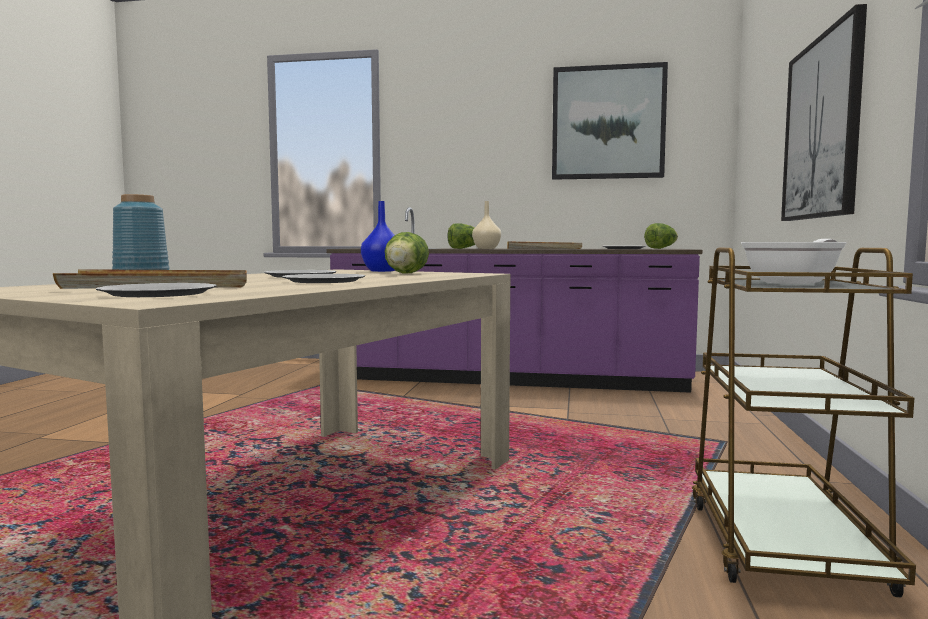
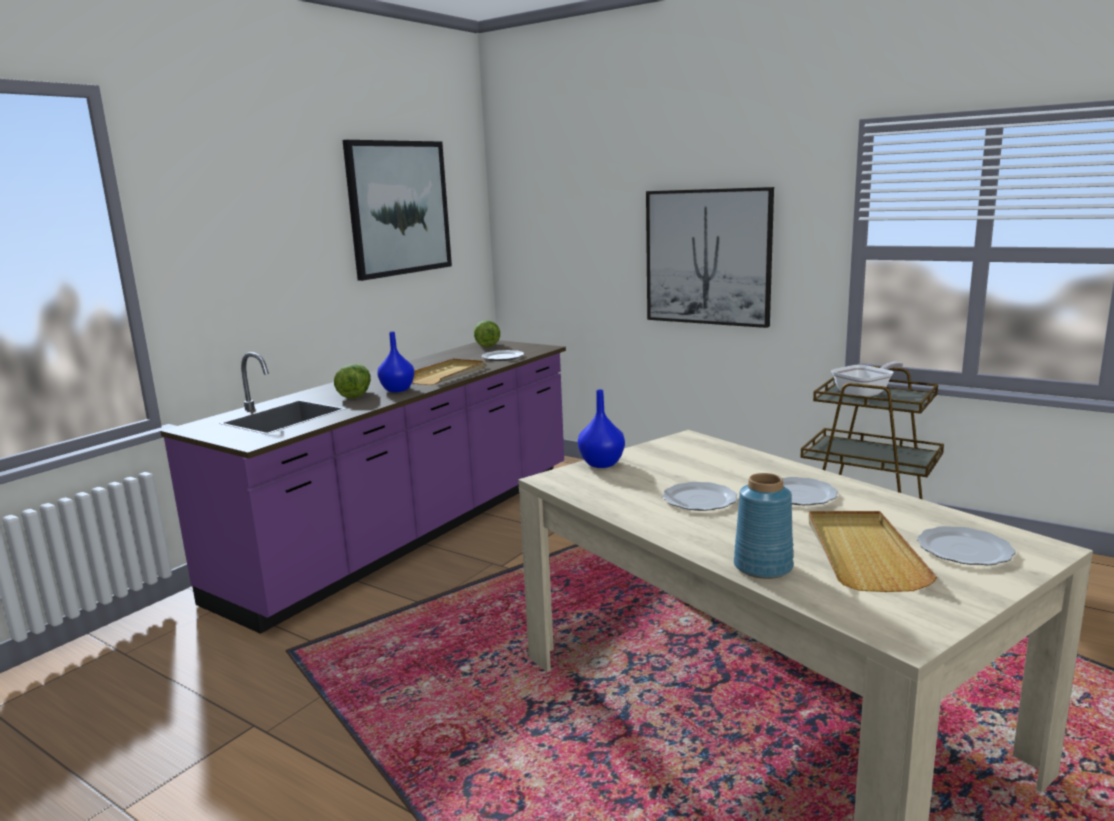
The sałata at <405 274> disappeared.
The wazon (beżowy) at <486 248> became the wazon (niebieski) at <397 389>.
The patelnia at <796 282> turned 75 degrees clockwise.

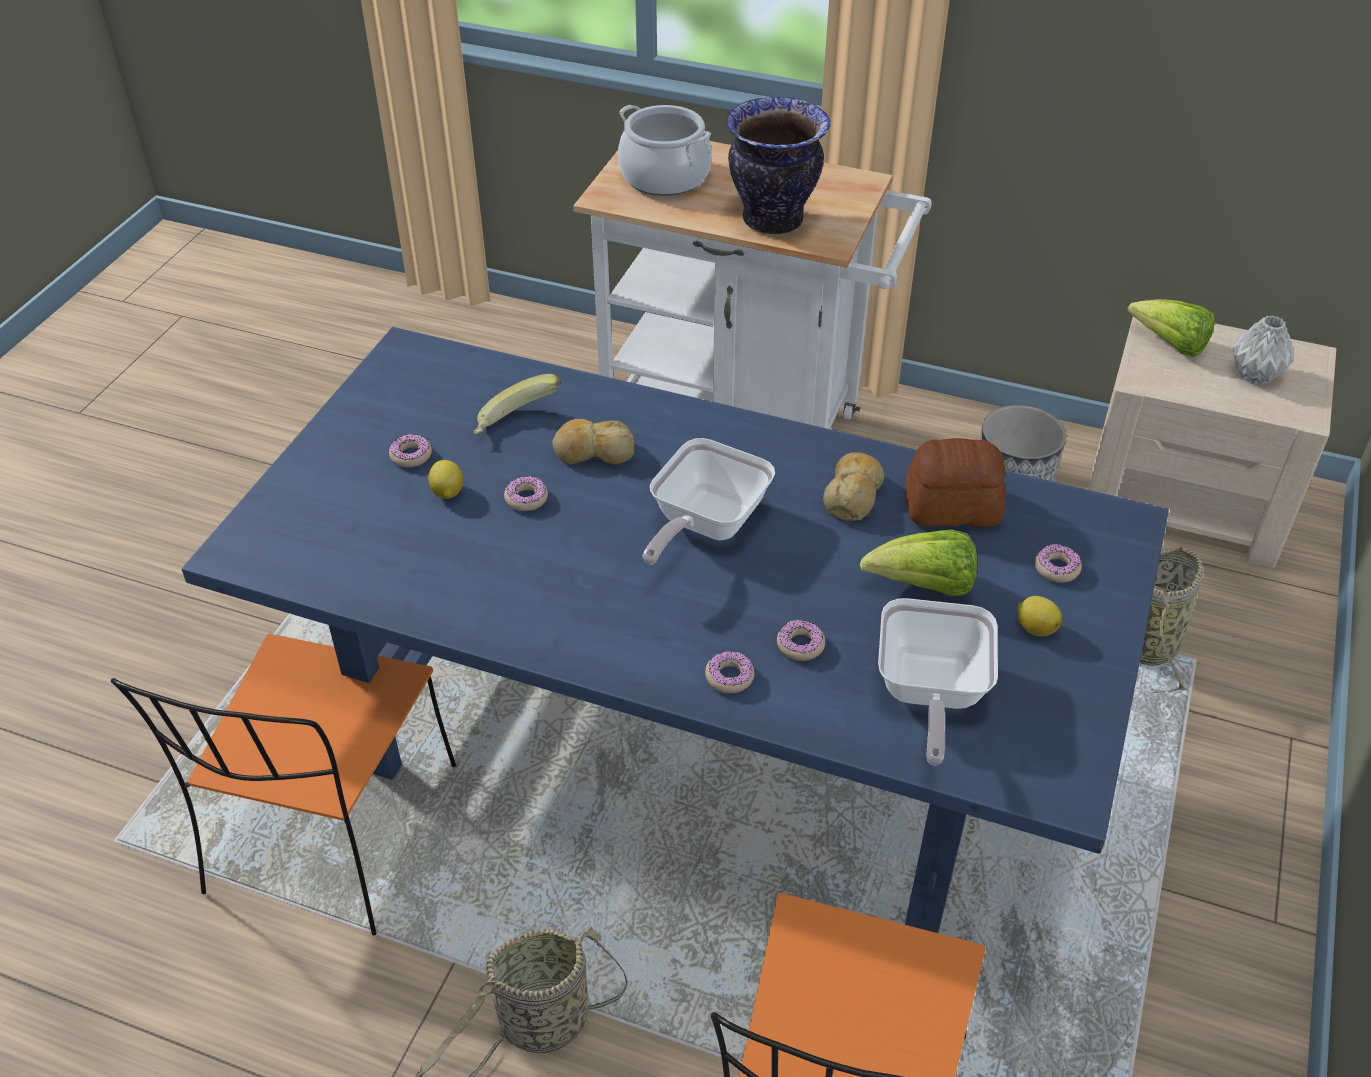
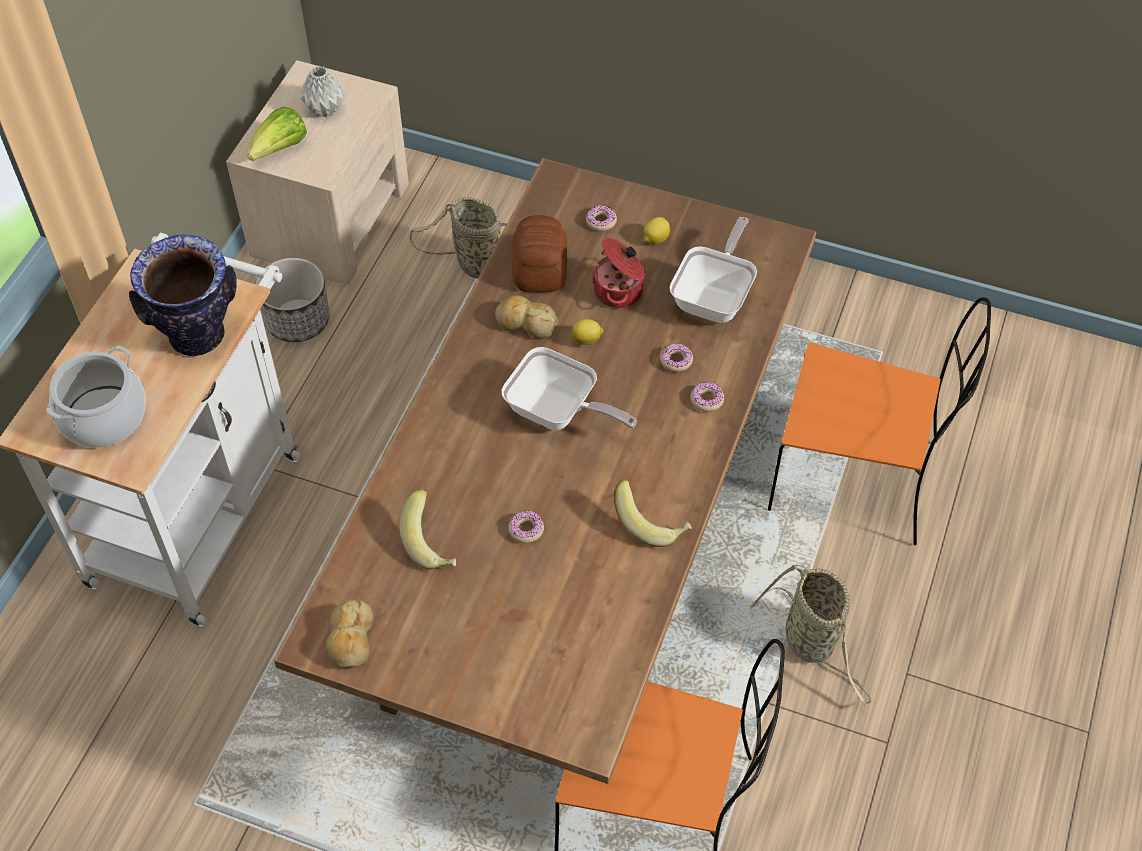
The donut at <411 455> disappeared.
The banan at <651 523> appeared.
The cytryna moved from <447 493> to <587 340>.
The chleb moved from <593 452> to <351 639>.
The sałata at <924 587> was replaced by the garnek at <620 291>.
The stół jadalny (niebieski) at <681 746> became the stół jadalny (brązowy) at <571 559>.
The patelnia at <929 694> turned 75 degrees counterclockwise.

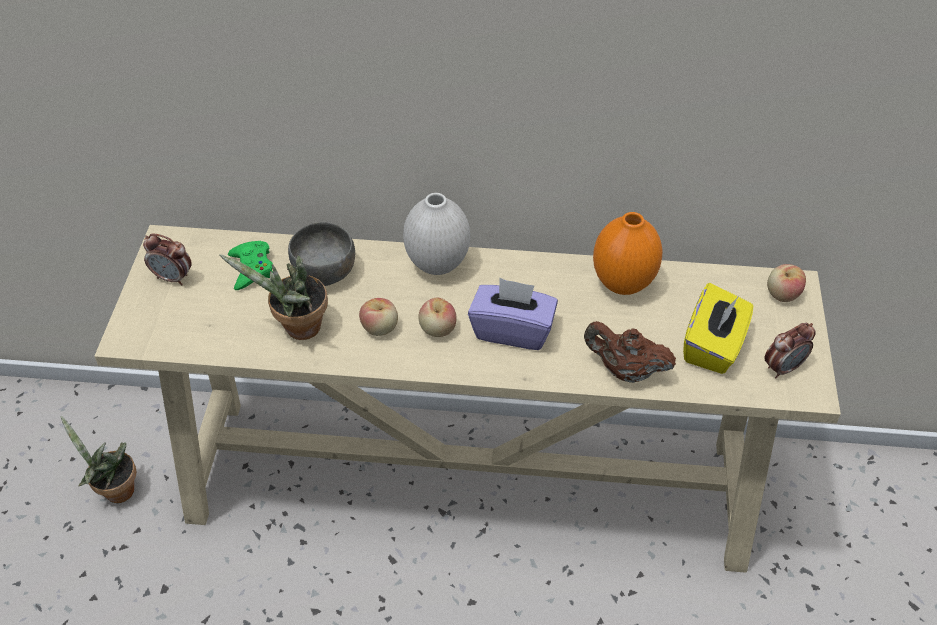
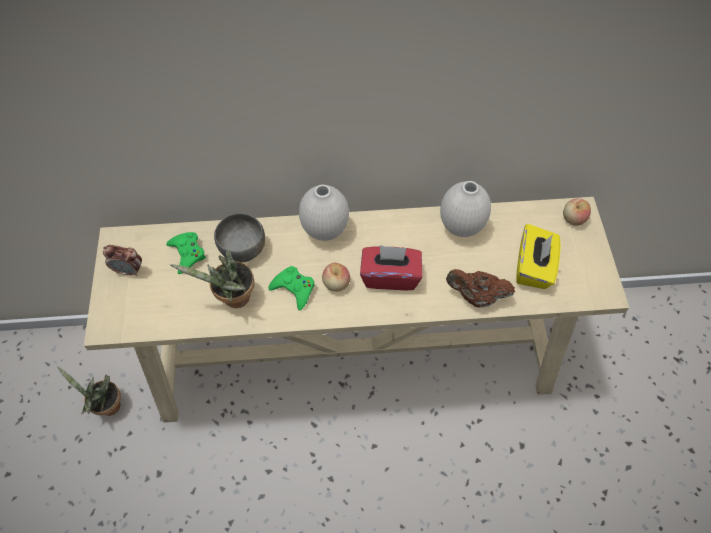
The budzik at <783 368> disappeared.
The jabłko at <380 328> was replaced by the pad do gier (zielony) at <294 289>.
The pudełko chusteczek (fioletowy) at <512 330> became the pudełko chusteczek (czerwony) at <390 276>.
The wazon (pomarańczowy) at <621 284> became the wazon (biały) at <460 227>.

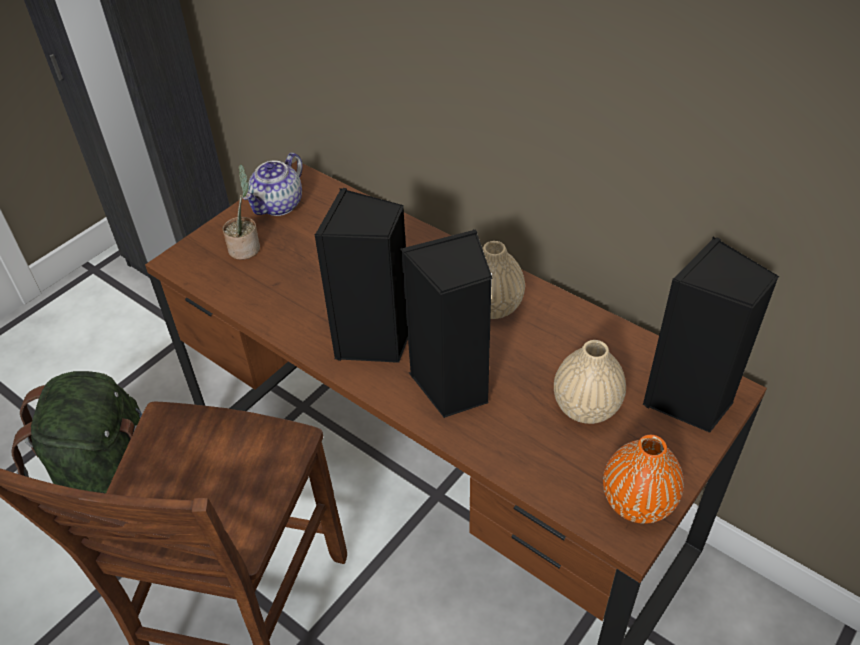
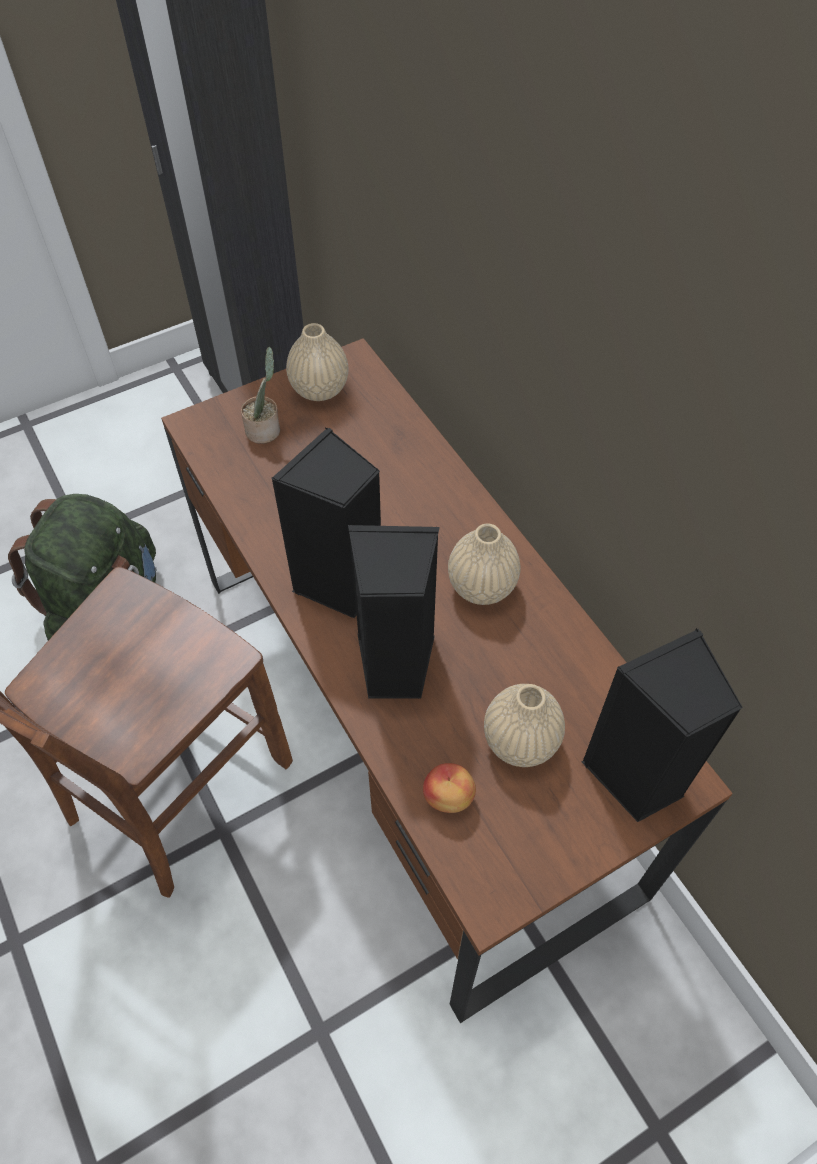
The wazon (pomarańczowy) at <637 502> disappeared.
The jabłko at <448 797> appeared.
The imbryk at <278 205> was replaced by the wazon (beżowy) at <319 389>.

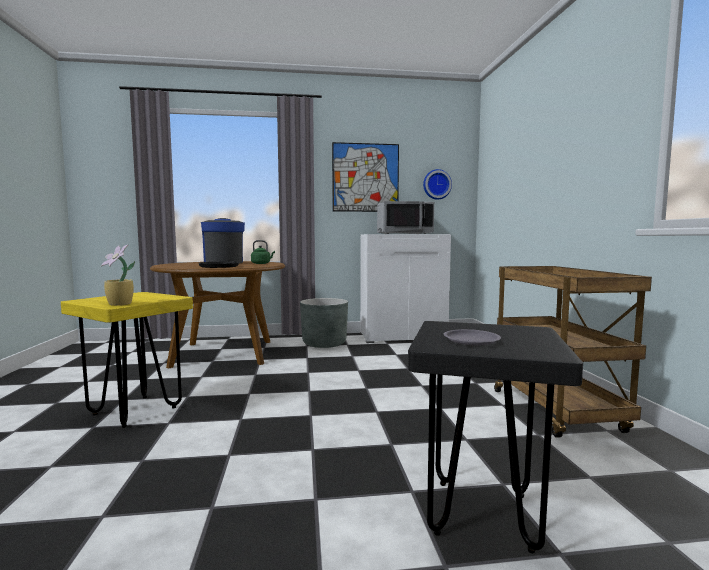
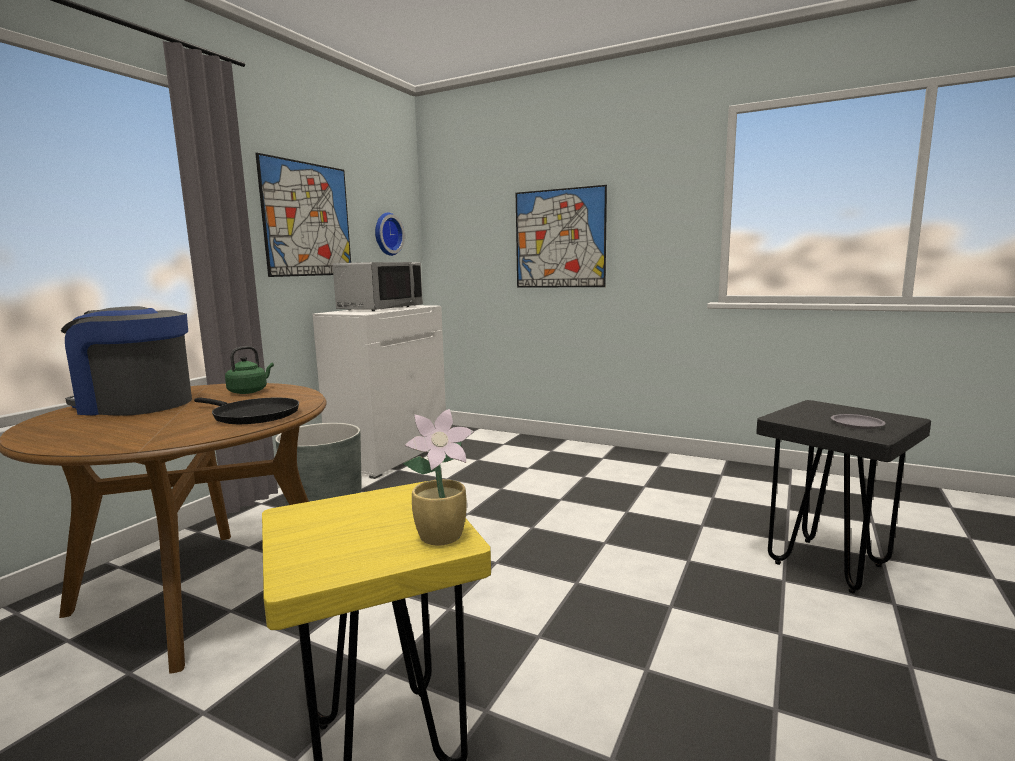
The wózek (brązowy) at <557 411> disappeared.
The obraz at <559 239> appeared.

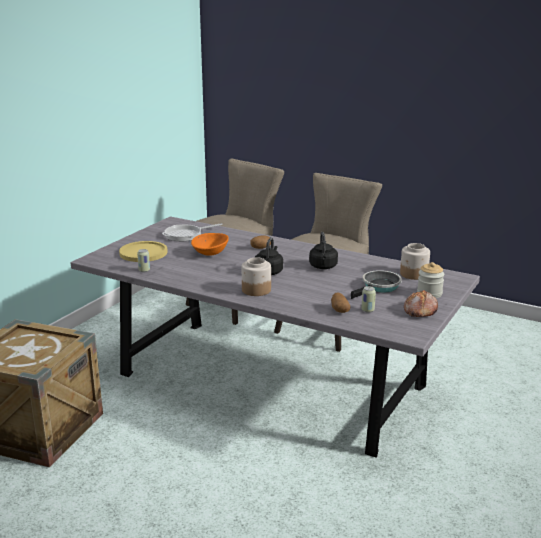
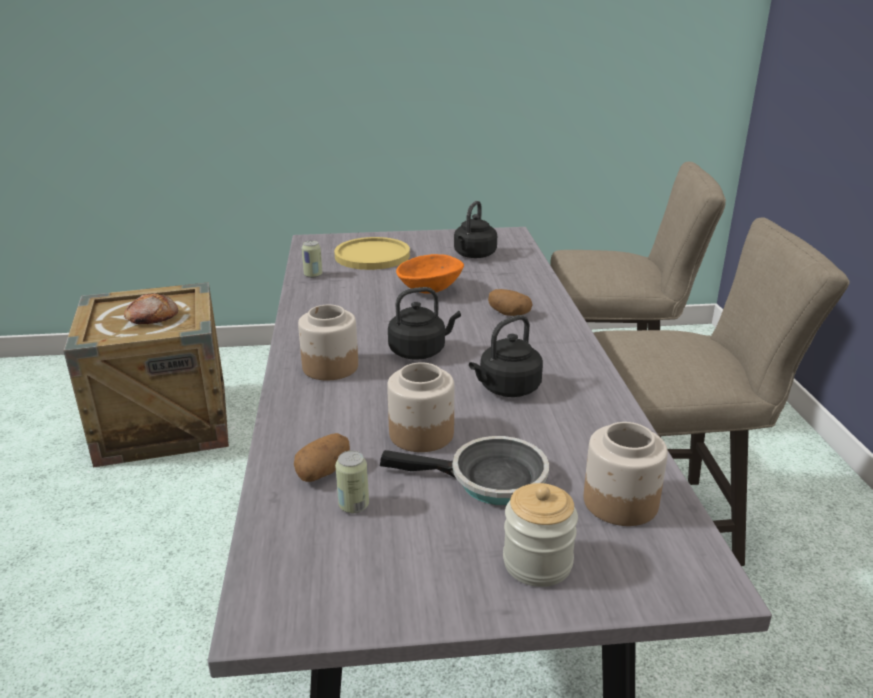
The słoik at <420 434> appeared.
The chleb moved from <419 311> to <152 318>.
The patelnia at <186 235> was replaced by the czajnik (czarny) at <474 255>.

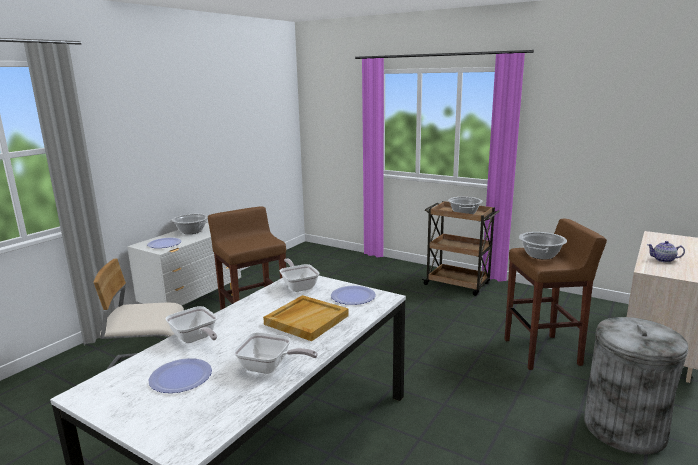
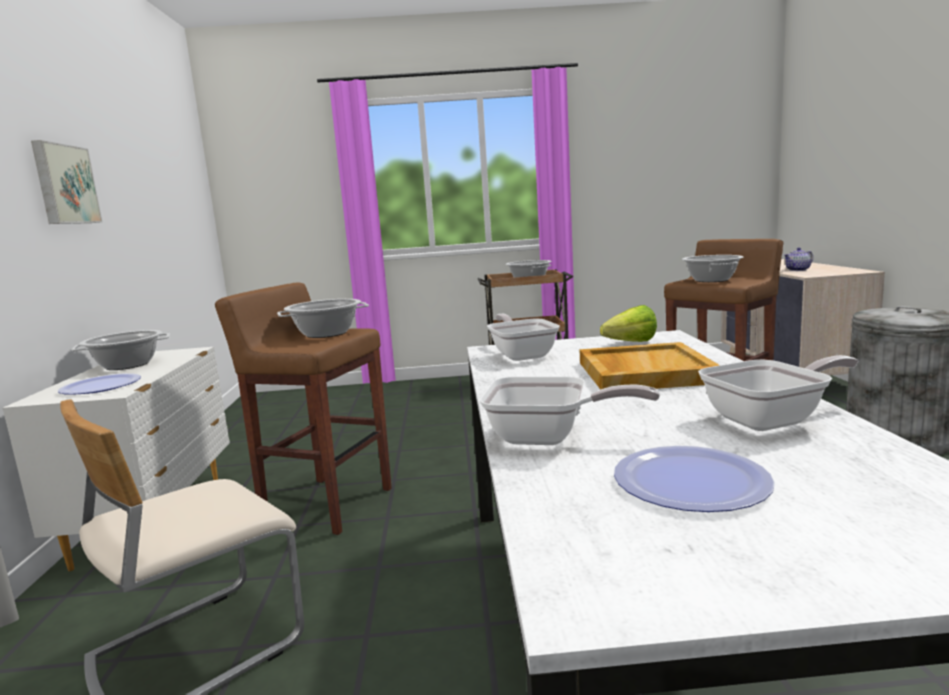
The obraz at <64 185> appeared.
The garnek at <326 334> appeared.
The talerz at <353 296> was replaced by the sałata at <625 344>.
The patelnia at <299 286> turned 45 degrees clockwise.

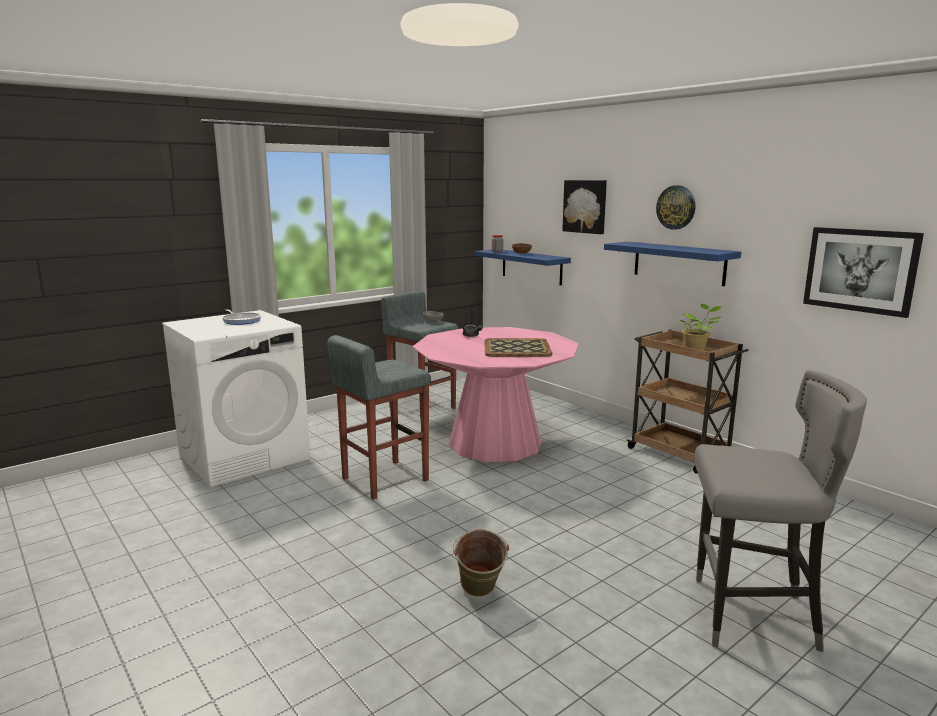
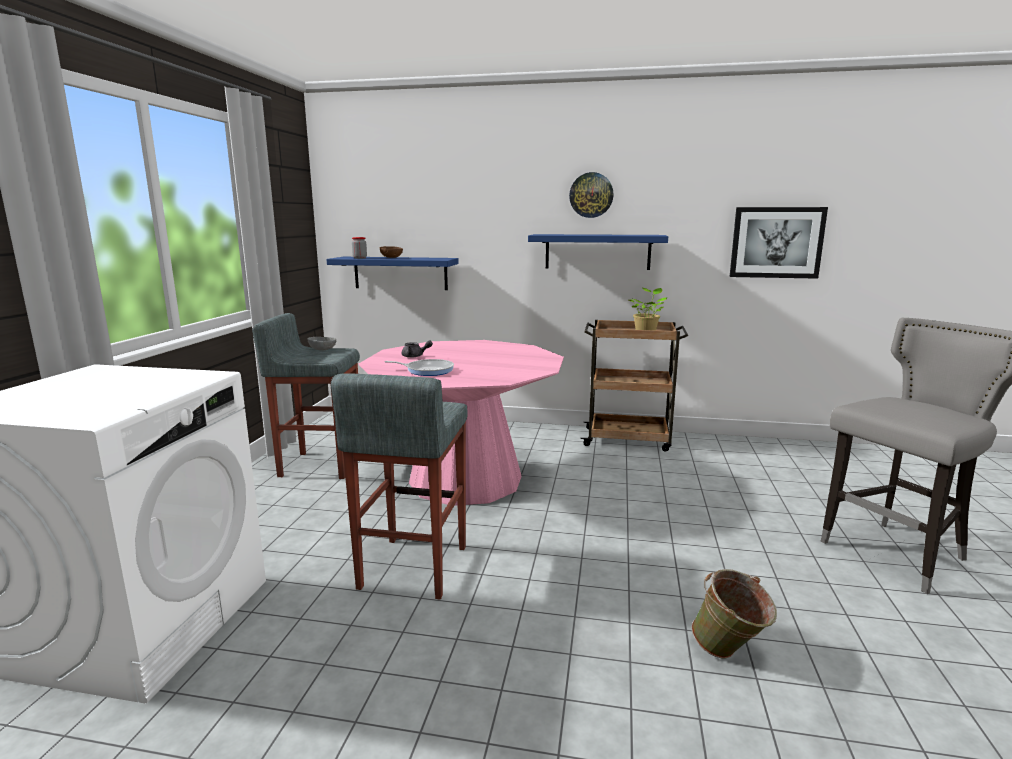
The taca at <517 348> disappeared.
The obraz at <585 206> disappeared.
The patelnia moved from <241 320> to <427 370>.

